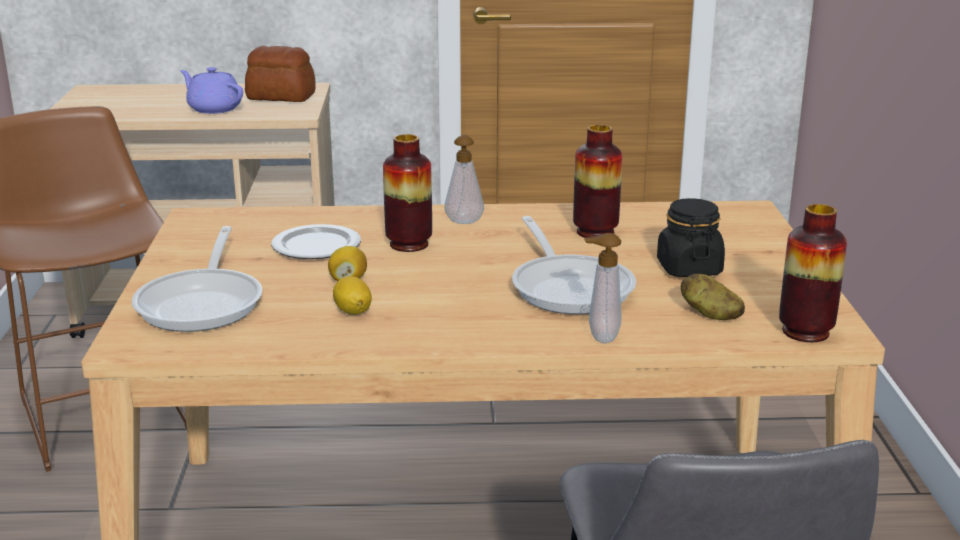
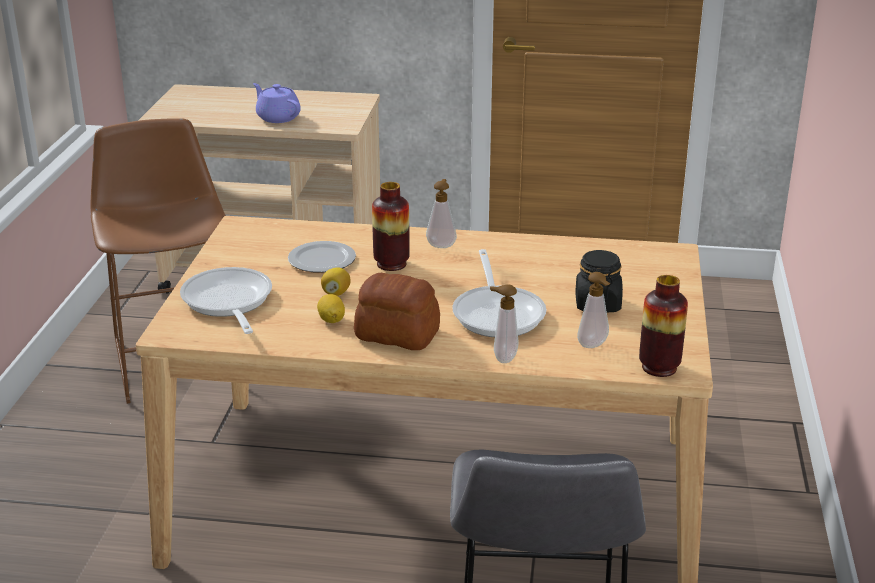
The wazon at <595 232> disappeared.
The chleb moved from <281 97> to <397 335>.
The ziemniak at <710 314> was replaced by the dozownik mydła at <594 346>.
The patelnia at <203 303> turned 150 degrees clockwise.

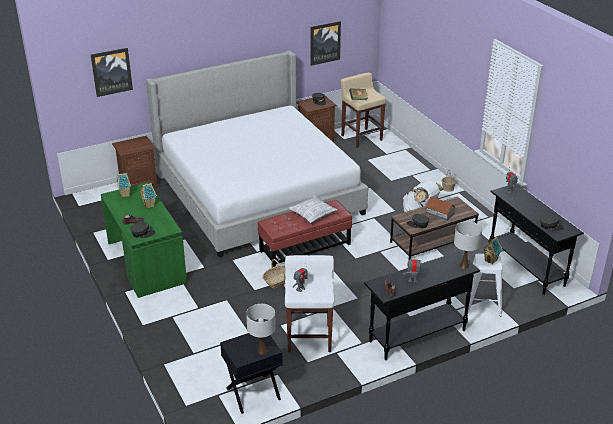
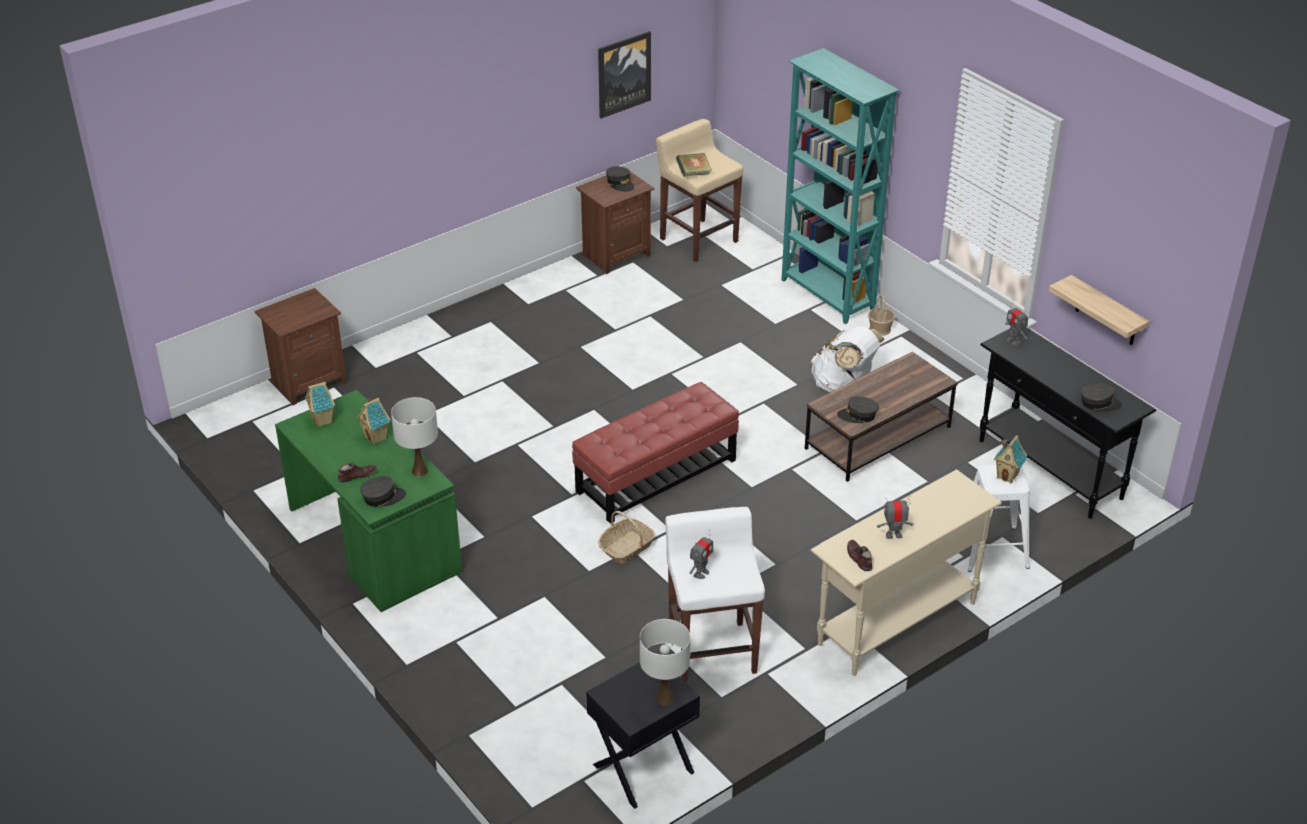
The obraz at <111 72> disappeared.
The łóżko at <258 193> disappeared.
The poduszka at <312 214> disappeared.
The domek at <440 213> disappeared.
The regał (turkusowy) at <827 295> appeared.
The półka at <1106 312> appeared.
The lampa stołowa (biały) moved from <464 266> to <420 471>.
The stolik konsolowy (czarny) at <417 336> became the stolik konsolowy (beżowy) at <896 623>.

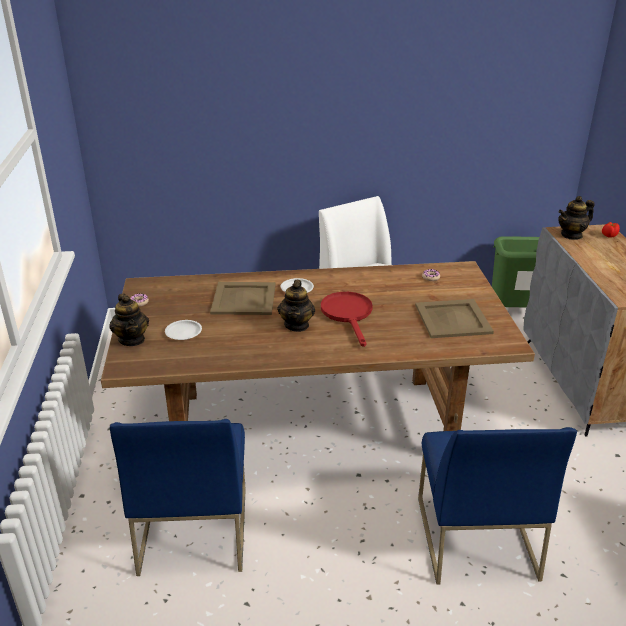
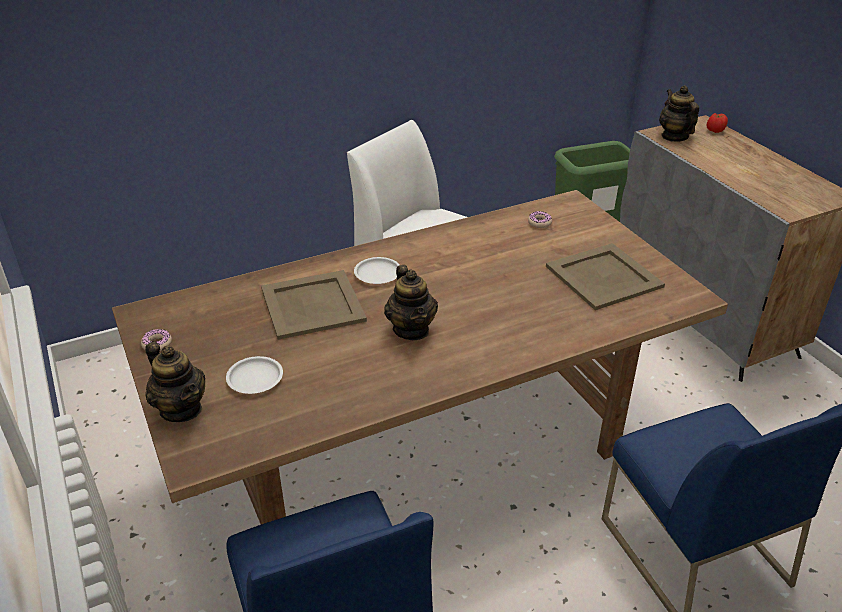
The patelnia (czerwony) at <348 314> disappeared.
The imbryk at <571 235> turned 120 degrees clockwise.

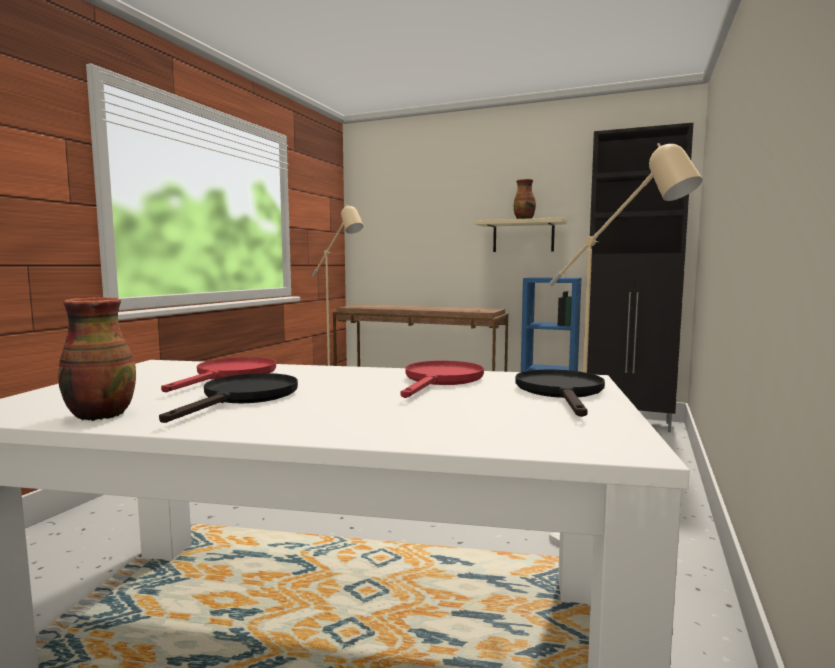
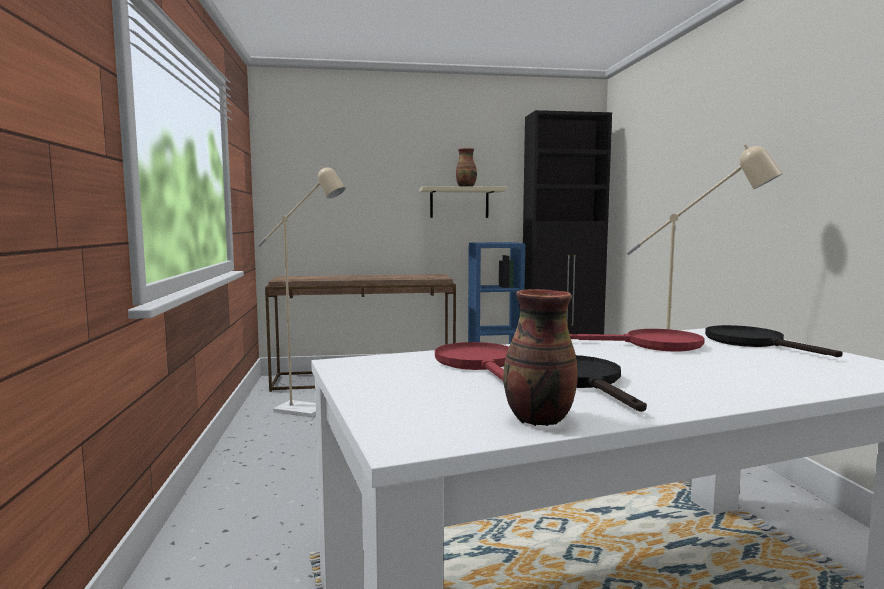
The patelnia (czerwony) at <441 380> turned 105 degrees clockwise.

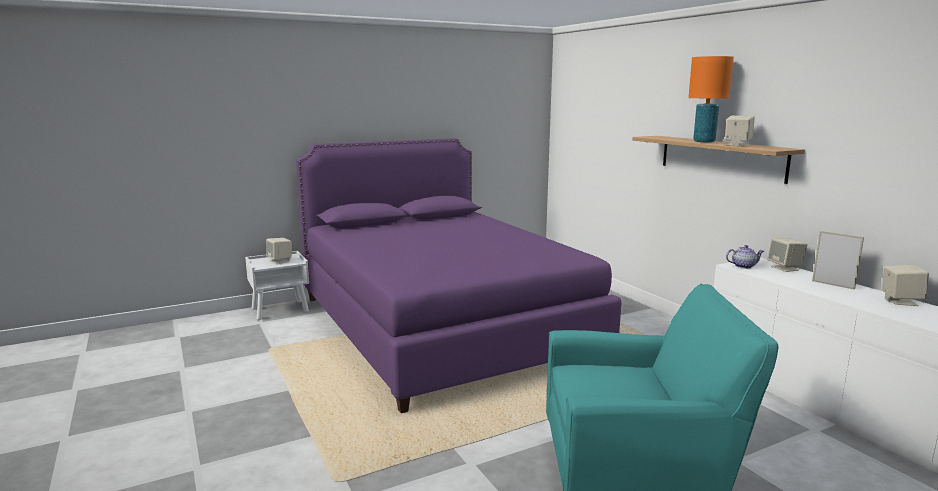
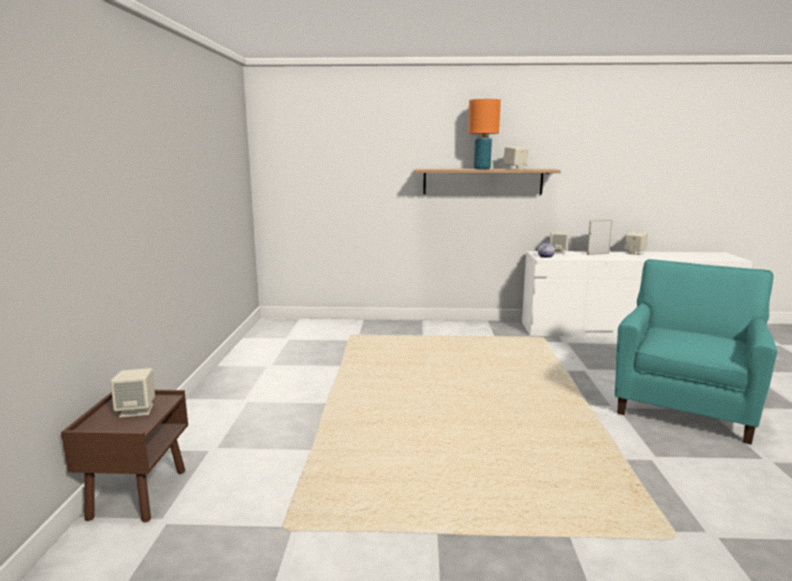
The łóżko (fioletowy) at <441 326> disappeared.
The szafka nocna (biały) at <280 310> became the szafka nocna (brązowy) at <138 493>.

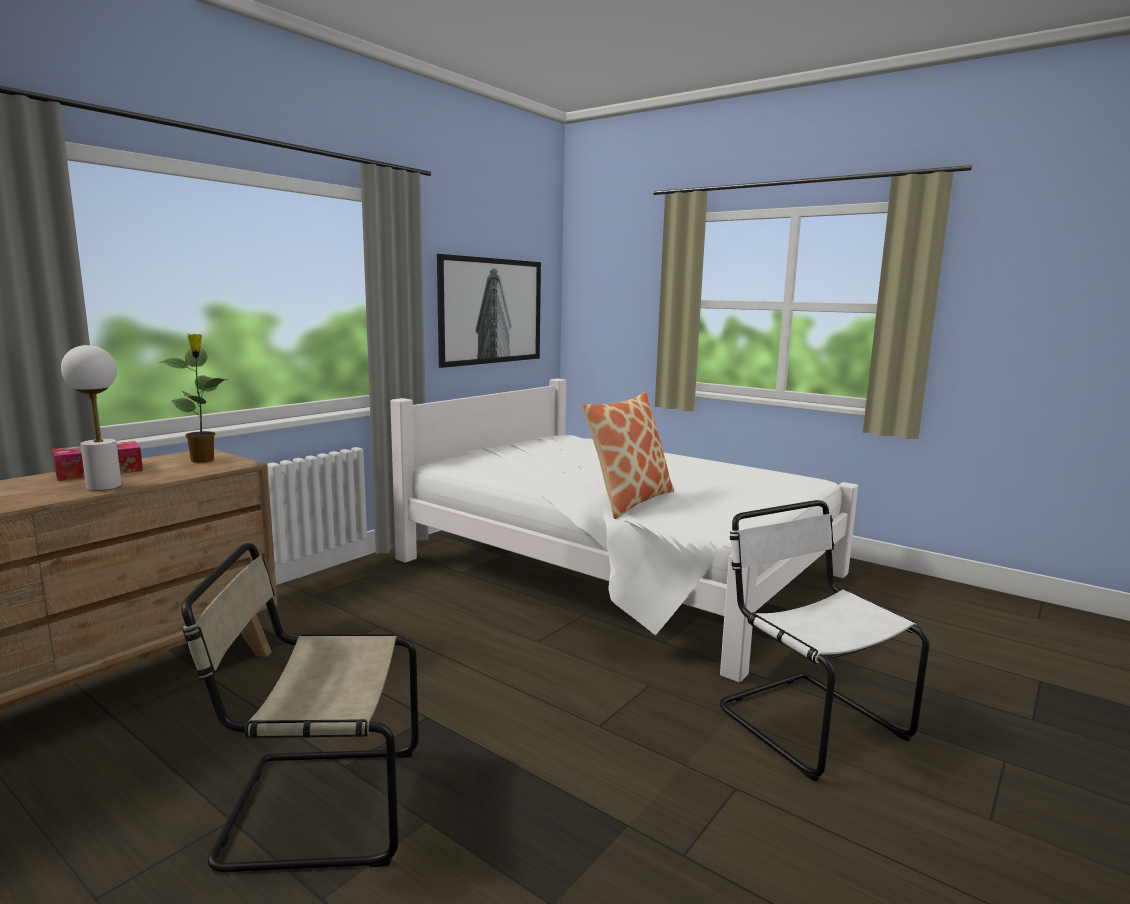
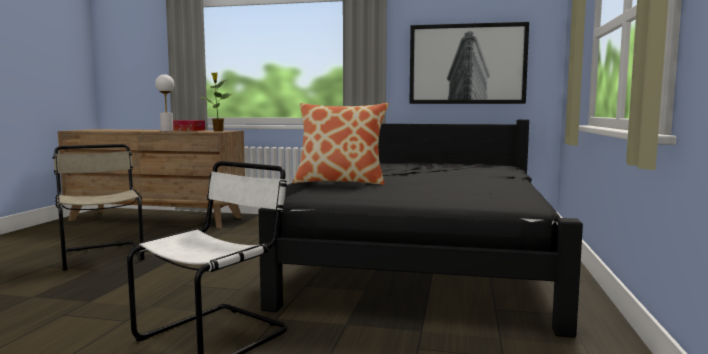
The łóżko (biały) at <620 568> became the łóżko (czarny) at <422 261>.

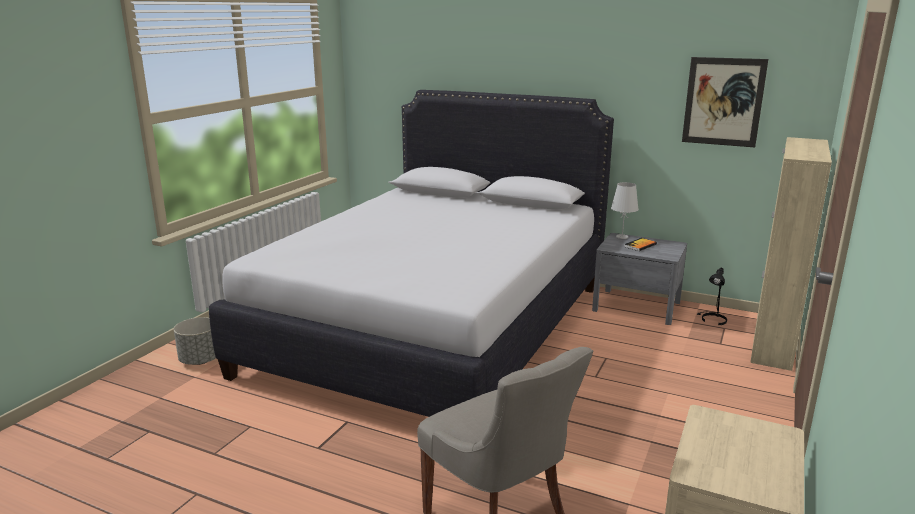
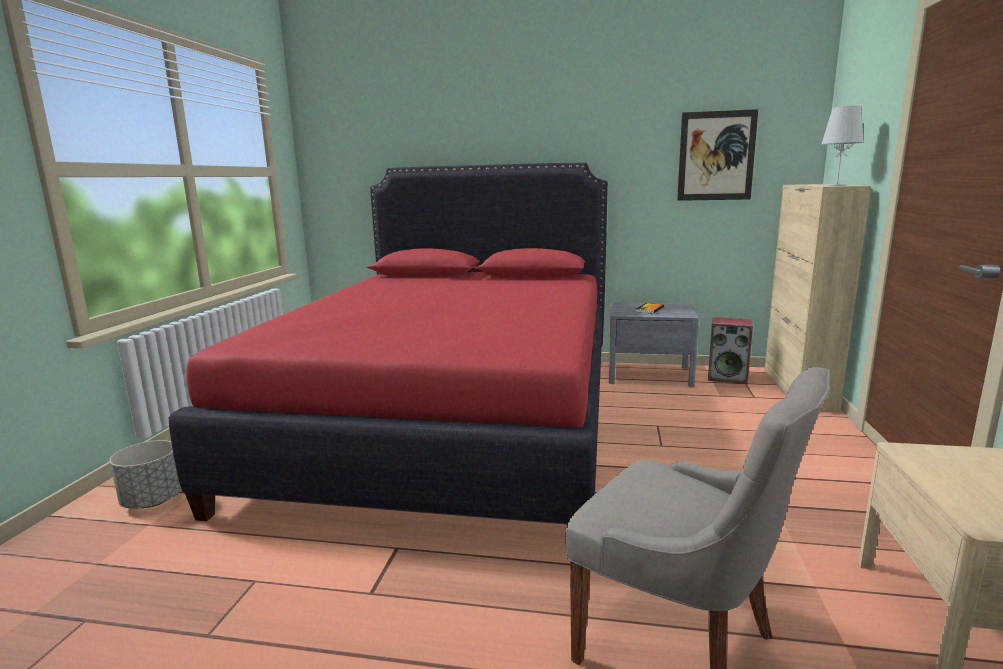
The lampa stołowa (biały) moved from <621 237> to <836 185>.
The lampa stołowa (czarny) at <712 319> was replaced by the głośnik at <728 377>.
The łóżko (biały) at <434 327> became the łóżko (czerwony) at <451 420>.

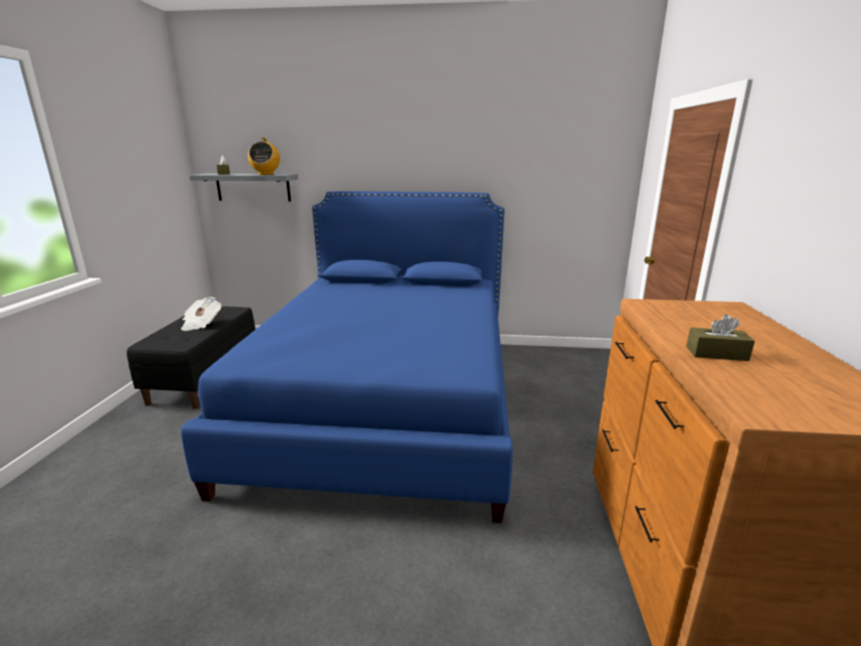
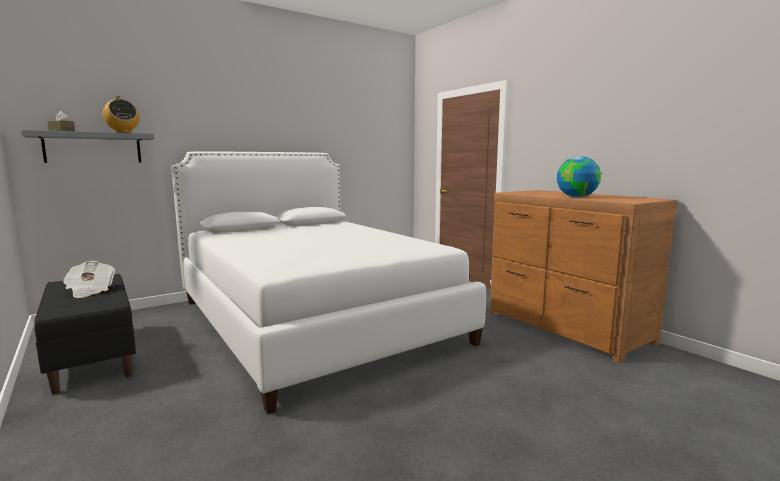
The pudełko chusteczek (brązowy) at <716 354> was replaced by the globus at <576 197>.
The łóżko (niebieski) at <388 401> became the łóżko (biały) at <315 320>.

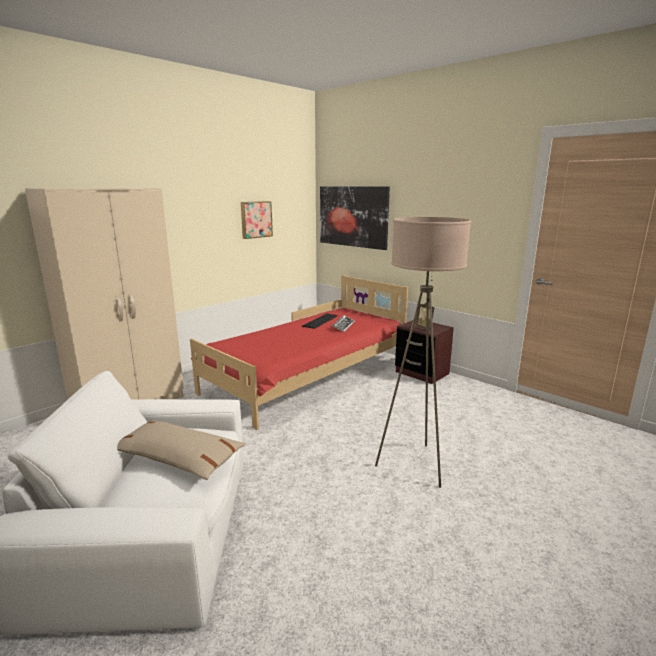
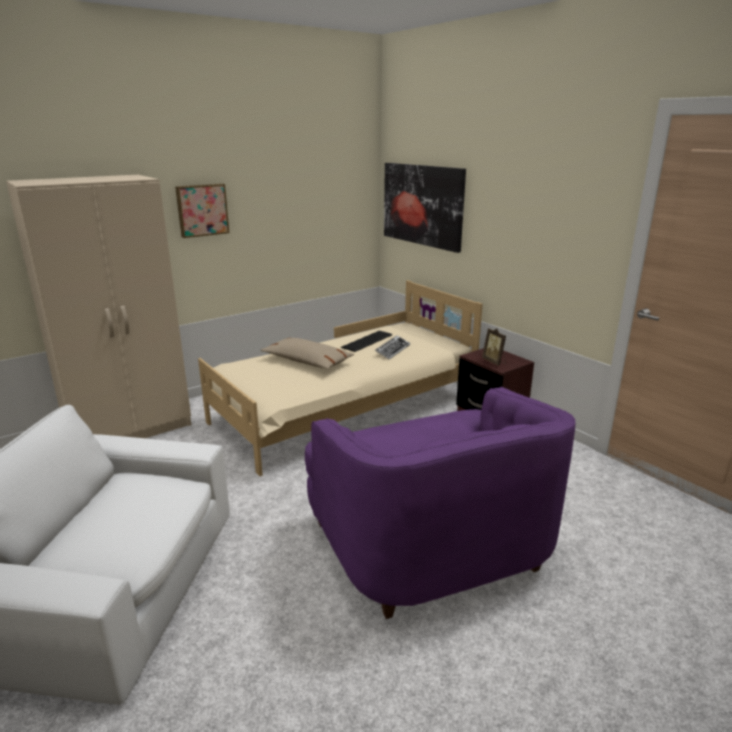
The poduszka (beżowy) moved from <178 458> to <307 361>.
The obraz moved from <255 219> to <202 210>.
The lampa stojąca (beżowy) at <414 465> was replaced by the fotel (fioletowy) at <429 542>.
The łóżko (czerwony) at <308 376> became the łóżko (beżowy) at <346 409>.

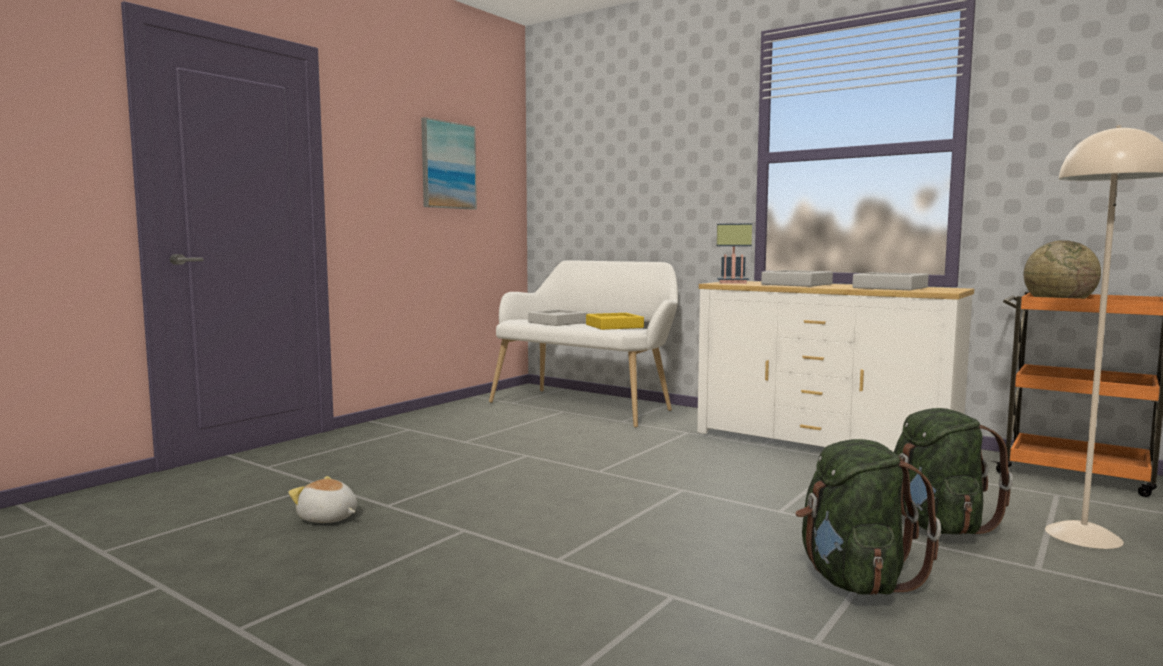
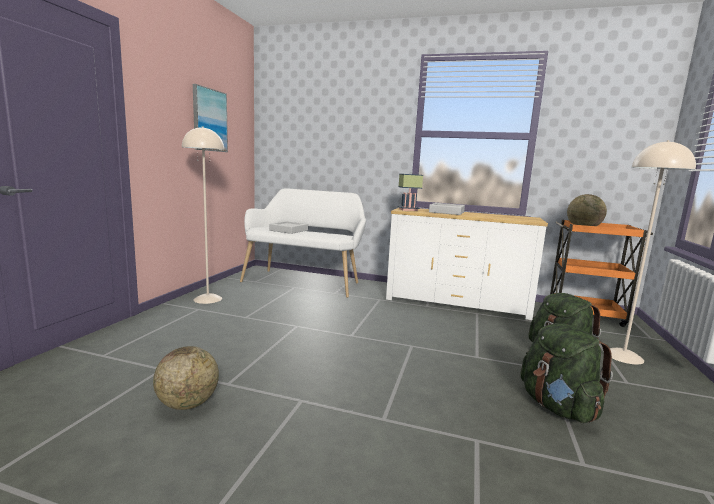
The taca (żółty) at <614 326> disappeared.
The taca (szary) at <890 287> disappeared.
The lampa stojąca (beżowy) at <208 299> appeared.
The pluszak at <327 518> was replaced by the globus at <188 404>.

